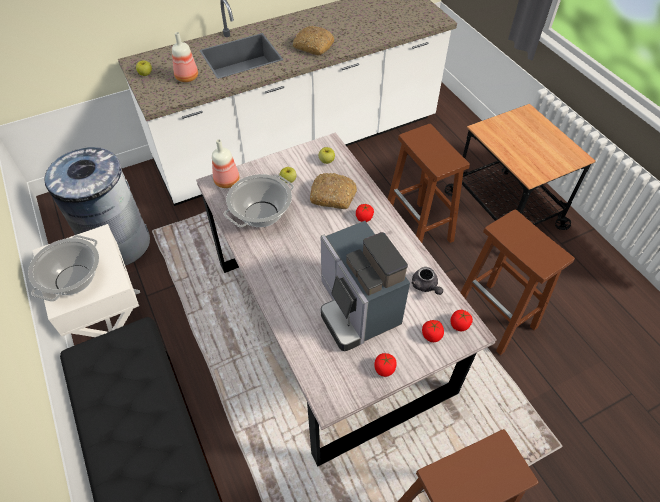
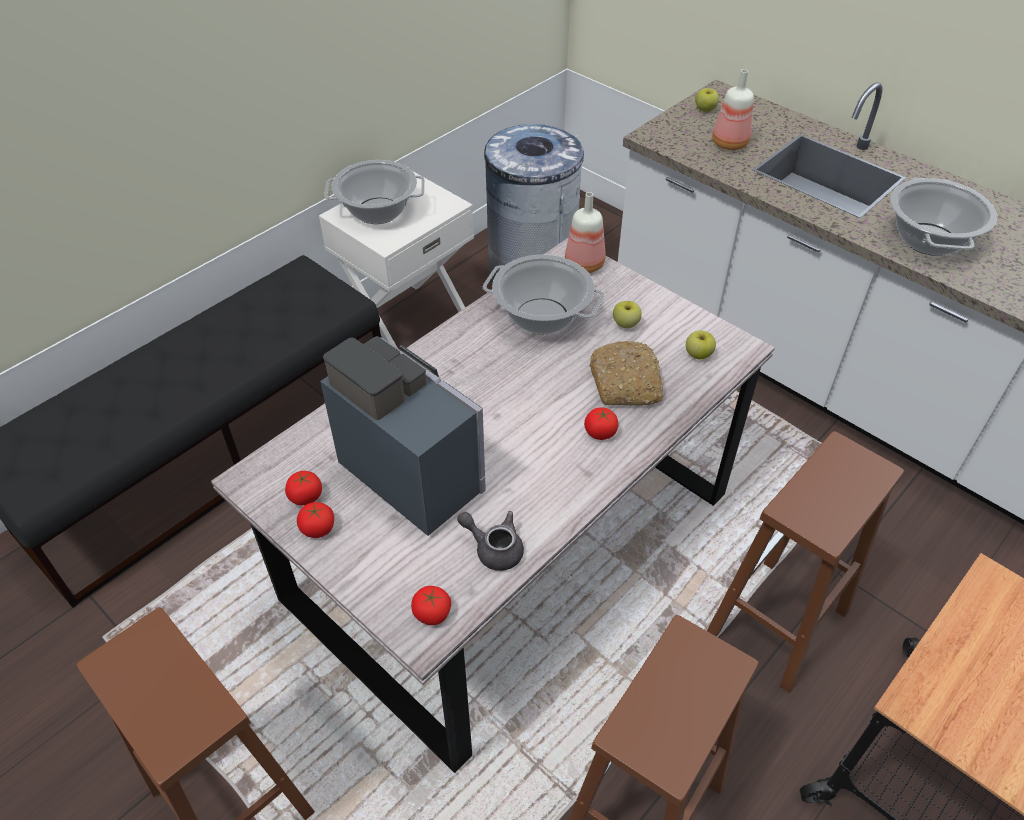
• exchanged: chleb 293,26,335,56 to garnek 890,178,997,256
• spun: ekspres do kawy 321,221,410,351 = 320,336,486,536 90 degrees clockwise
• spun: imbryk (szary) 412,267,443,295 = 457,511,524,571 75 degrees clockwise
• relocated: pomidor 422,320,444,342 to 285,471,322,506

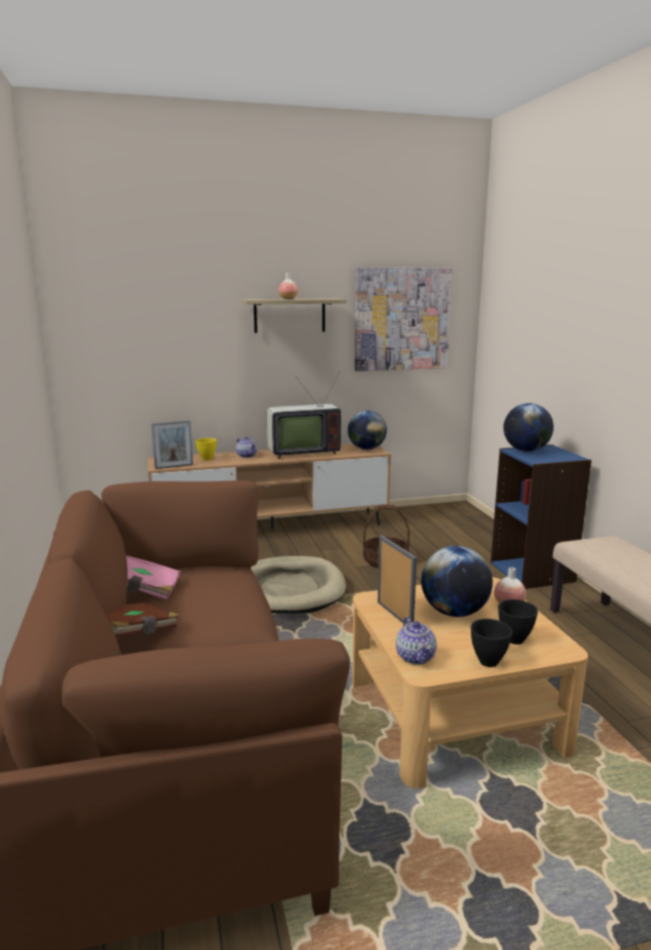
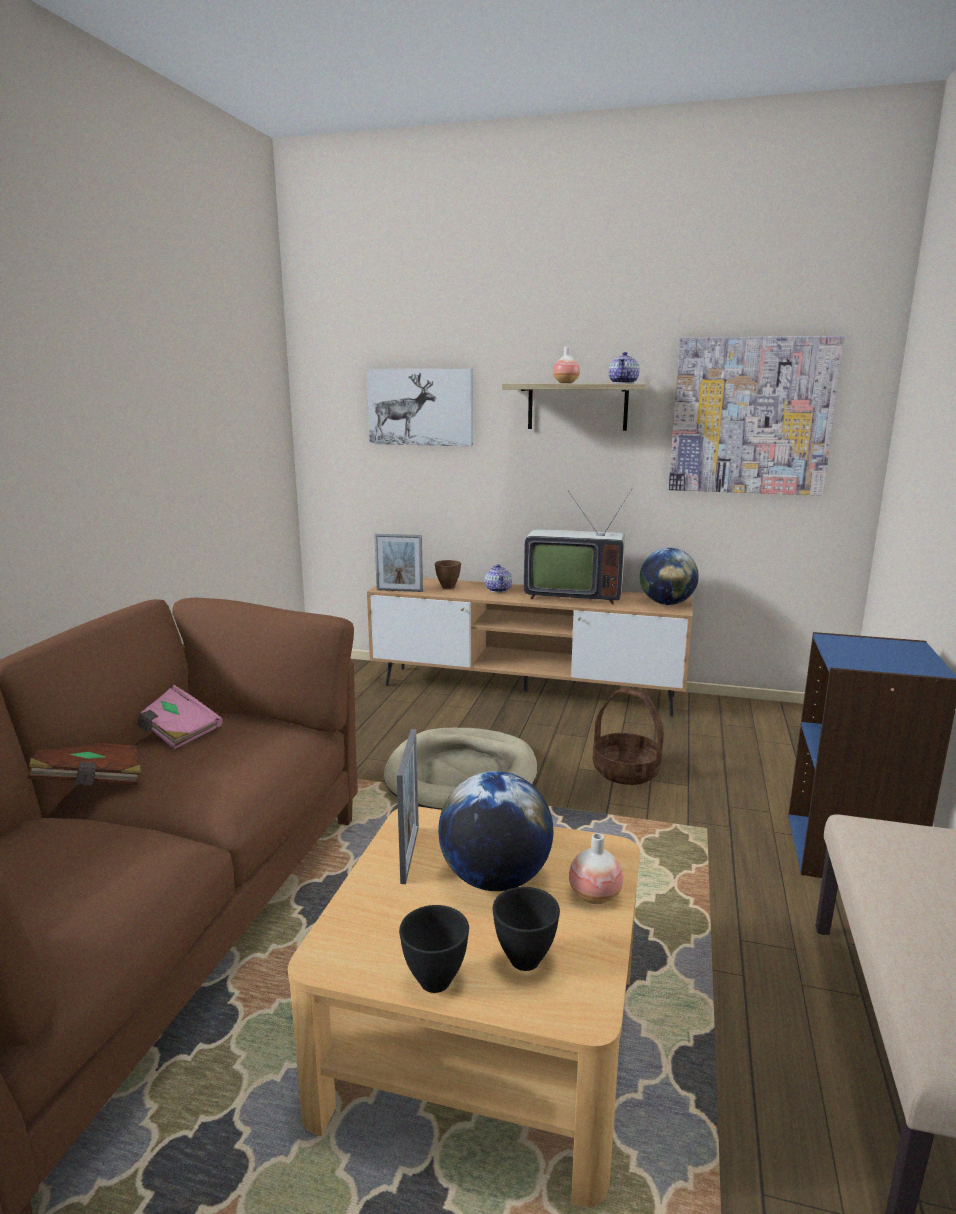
• colour: miska (żółty) 196,438,217,461 to miska (brązowy) 435,560,461,589
• relocated: imbryk 396,617,437,665 to 609,352,640,383
• missing: globus 503,403,554,451
• appeared: obraz 367,369,473,446

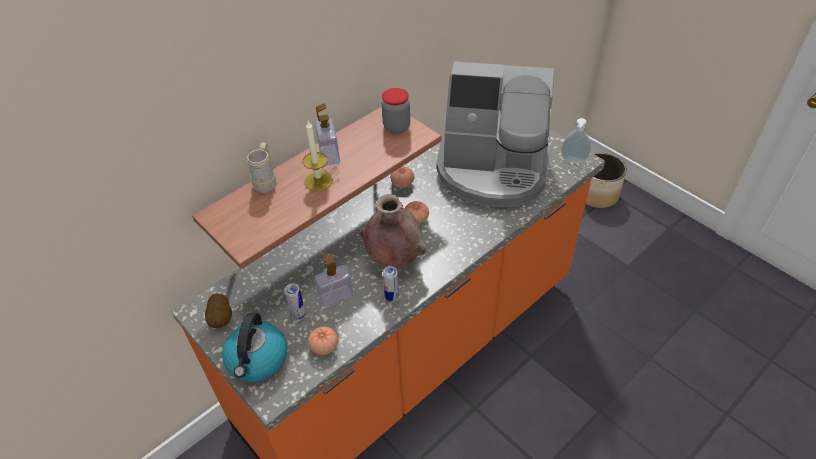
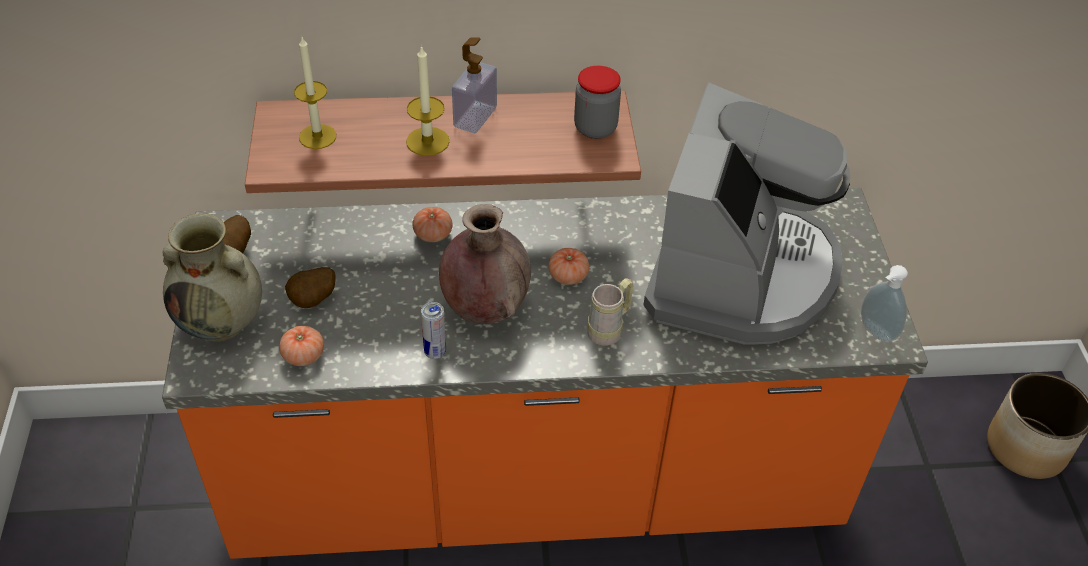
• exchanged: czajnik 222,312,287,382 to wazon (beżowy) 162,213,262,342
• relocated: kubek (beżowy) 247,142,277,193 to 587,278,634,346
• exchanged: puszka 285,283,306,320 to ziemniak 285,267,336,308
• missing: dozownik mydła 314,254,353,308
• relocated: pomidor 390,166,414,188 to 412,207,453,242
• spun: ekspres do kawy 436,61,554,207 = 643,83,850,345 120 degrees counterclockwise
• appeared: świeca 294,37,336,149

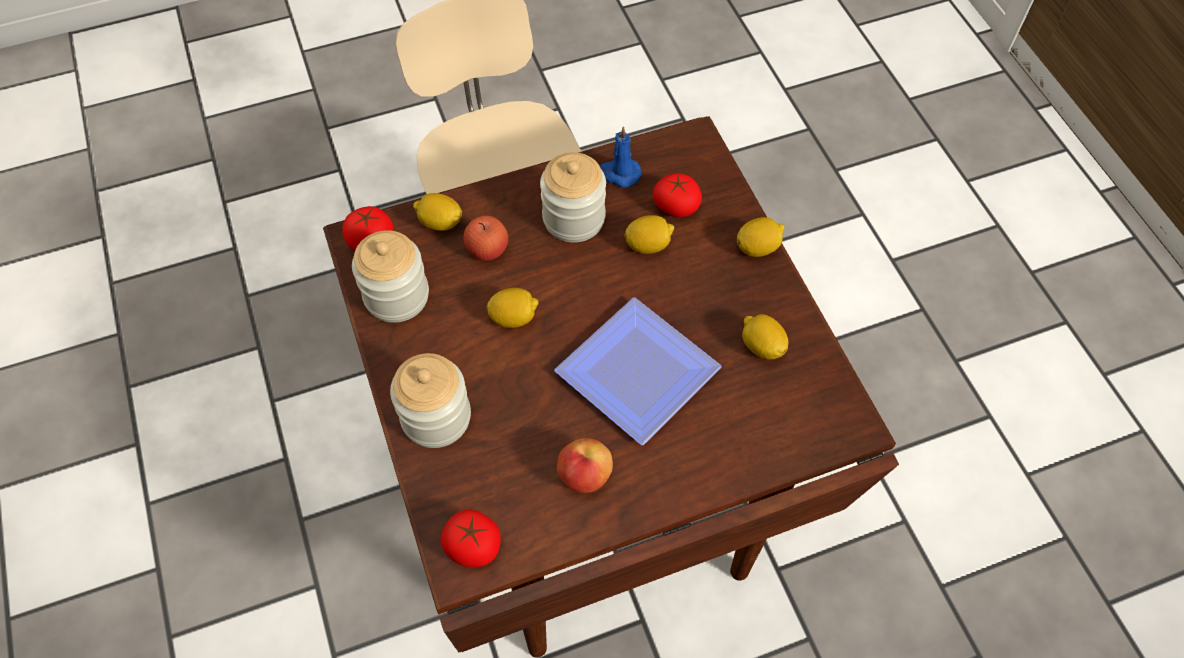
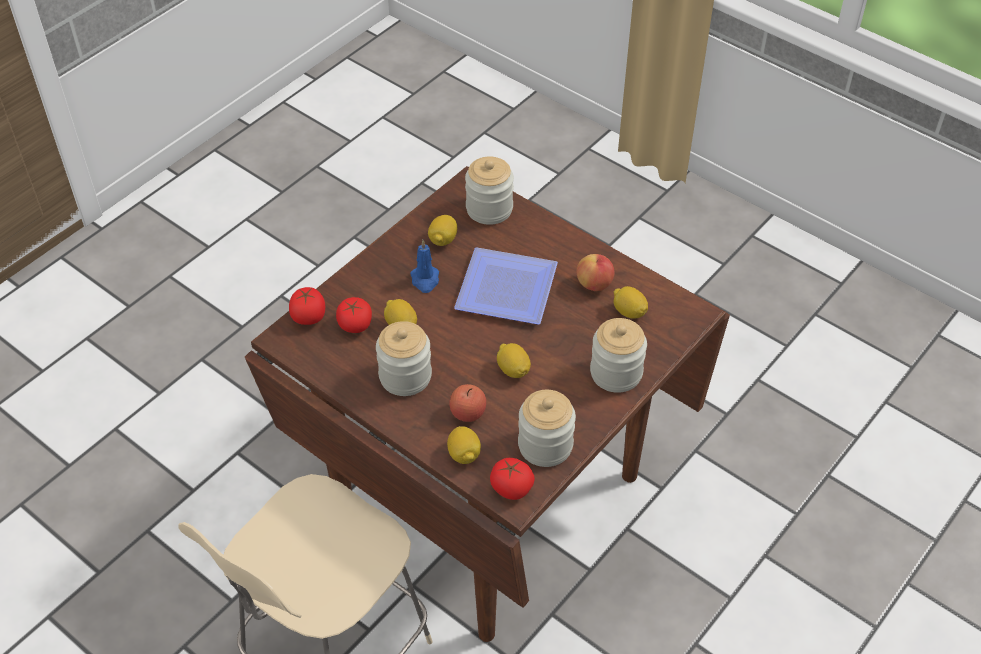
• relocated: pomidor 440,509,501,567 to 289,287,325,325
• relocated: świeca (niebieski) 600,126,642,188 to 410,240,439,293
• relocated: cytryna 737,217,785,257 to 614,286,648,319
• appeared: słoik 465,156,514,225

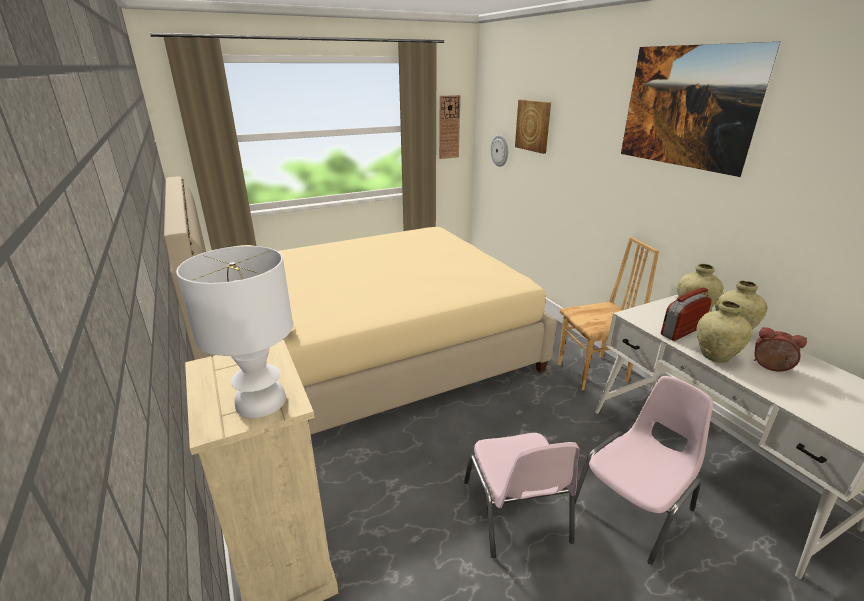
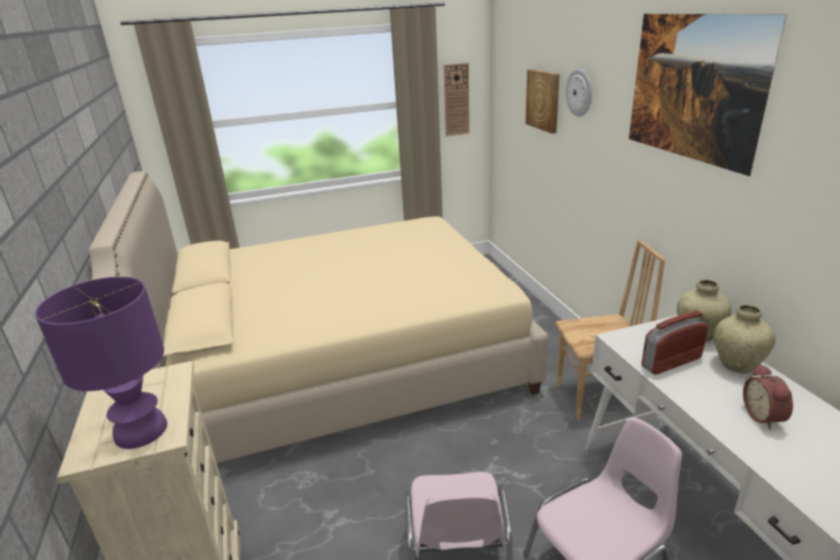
• colour: lampa stołowa (biały) 176,246,293,418 to lampa stołowa (fioletowy) 35,277,167,449
• relocated: zegar ścienny 491,135,508,167 to 566,69,592,117
• missing: wazon (beżowy) 697,301,753,363
• spun: budzik 754,327,807,372 = 743,364,793,429 135 degrees counterclockwise

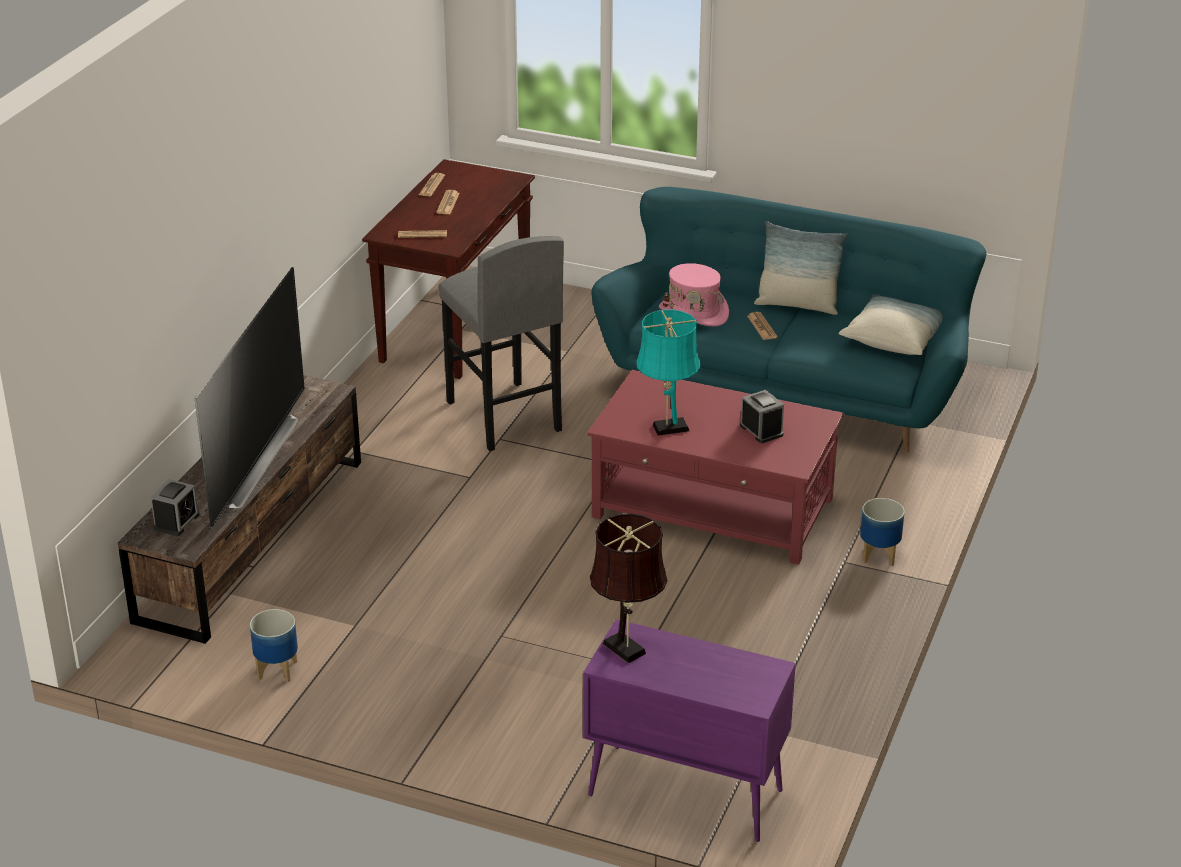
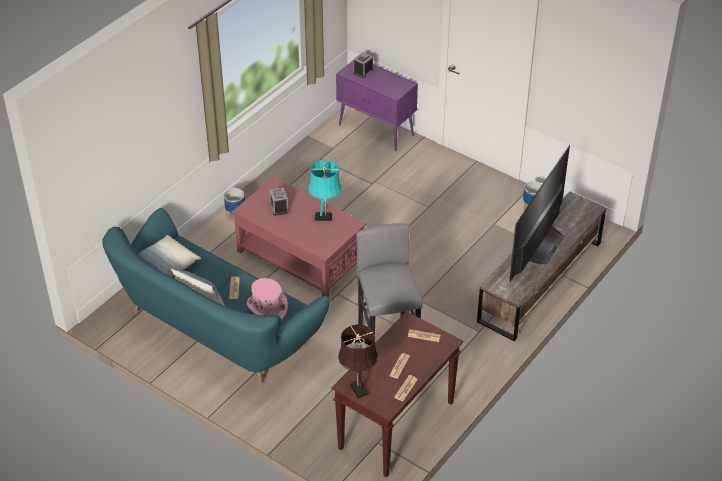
• relocated: budzik 151,479,200,536 to 353,52,374,78
• relocated: lampa stołowa (brązowy) 590,513,667,663 to 338,324,378,398

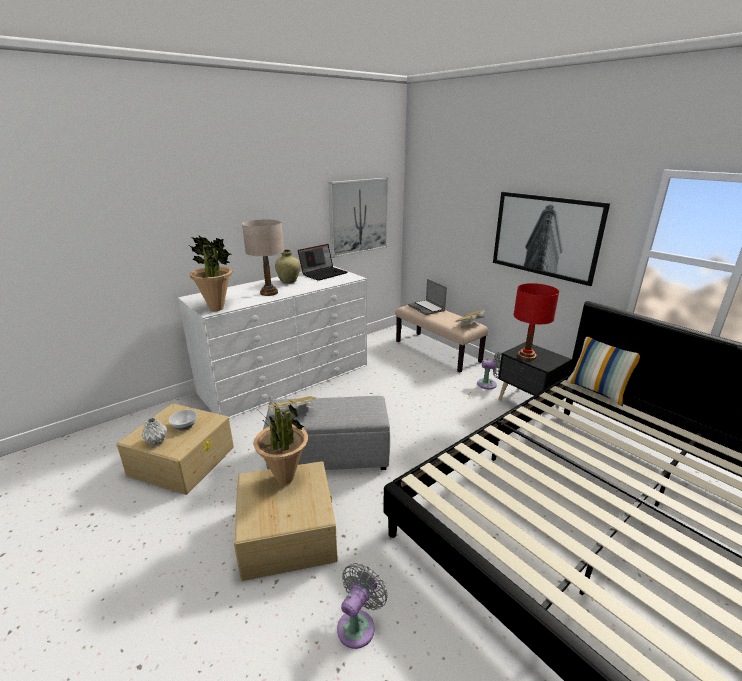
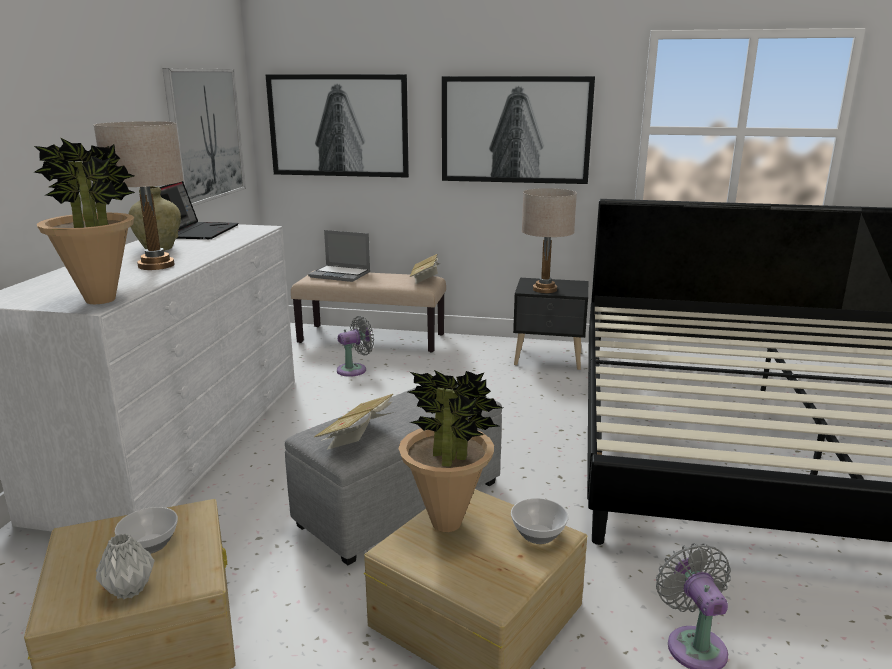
• relocated: wentylator (szary) 477,352,501,389 to 337,316,374,377
• colour: lampa stołowa (czerwony) 513,283,559,361 to lampa stołowa (beżowy) 522,188,577,293
• missing: poduszka 566,337,640,406
• appeared: obraz 265,74,409,178
• appeared: miska 511,498,569,544

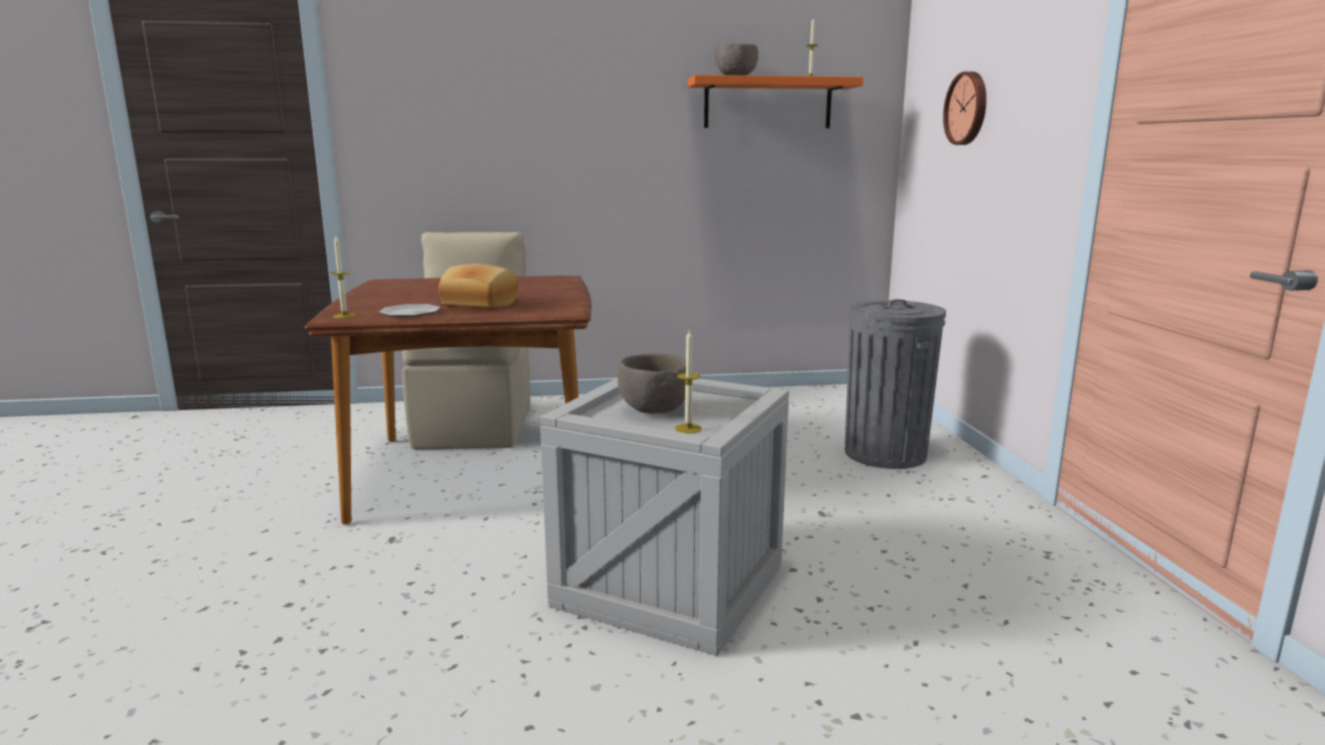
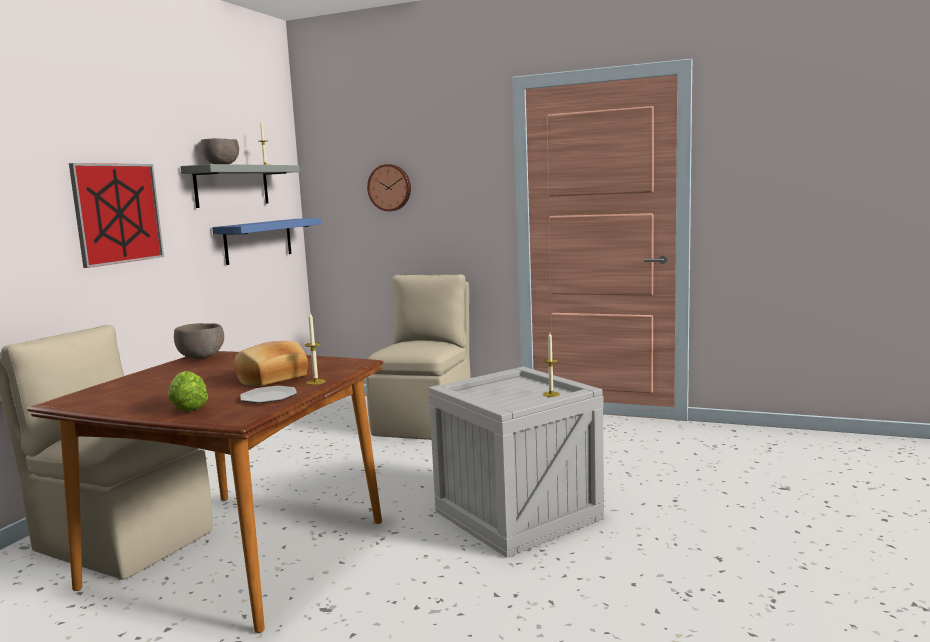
• relocated: świeca 330,236,356,318 to 305,313,326,385
• relocated: miska (brązowy) 618,354,686,413 to 174,323,224,359
• colour: półka (pomarańczowy) 687,75,863,128 to półka (szary) 180,164,300,208
• exchanged: kosz na śmieci (szary) 845,299,946,469 to krzesło (beżowy) 366,274,471,440
• appeared: obraz 69,163,164,268
• appeared: sałata 168,371,208,412
• appeared: półka (niebieski) 212,218,321,265

